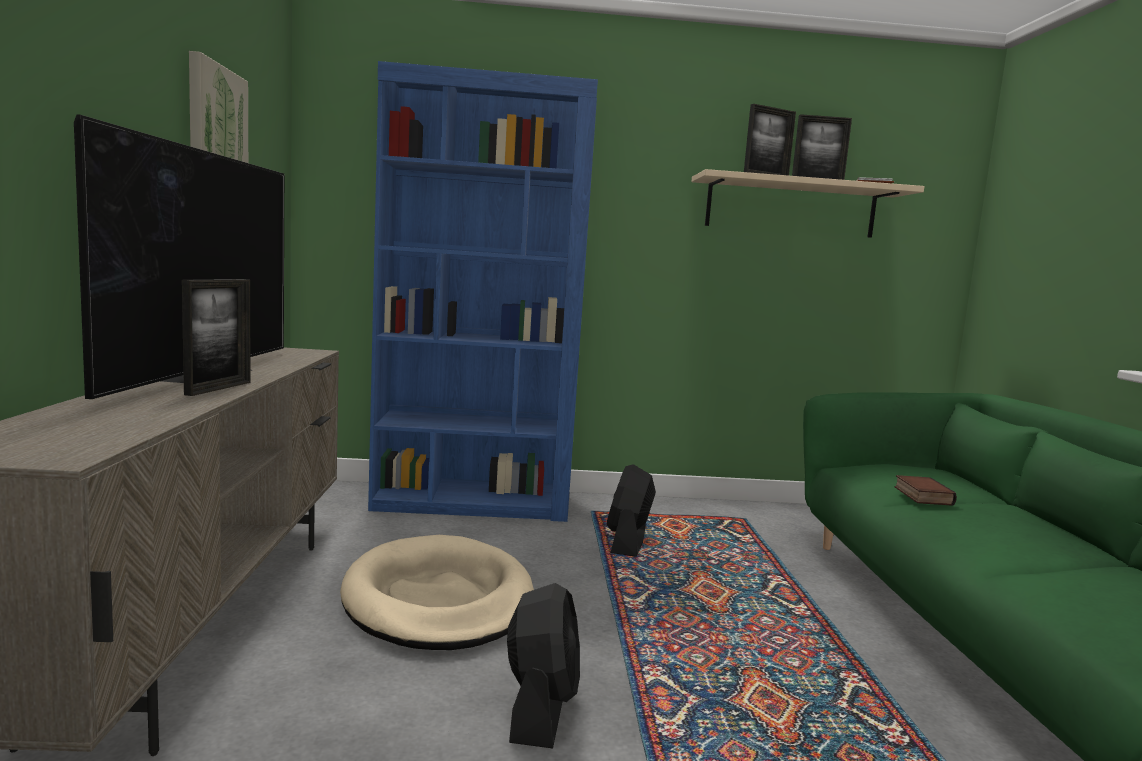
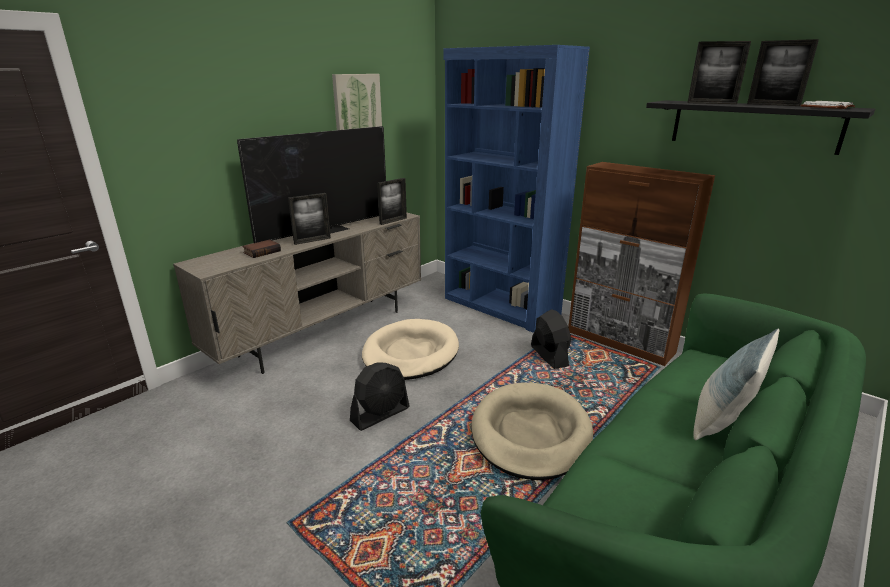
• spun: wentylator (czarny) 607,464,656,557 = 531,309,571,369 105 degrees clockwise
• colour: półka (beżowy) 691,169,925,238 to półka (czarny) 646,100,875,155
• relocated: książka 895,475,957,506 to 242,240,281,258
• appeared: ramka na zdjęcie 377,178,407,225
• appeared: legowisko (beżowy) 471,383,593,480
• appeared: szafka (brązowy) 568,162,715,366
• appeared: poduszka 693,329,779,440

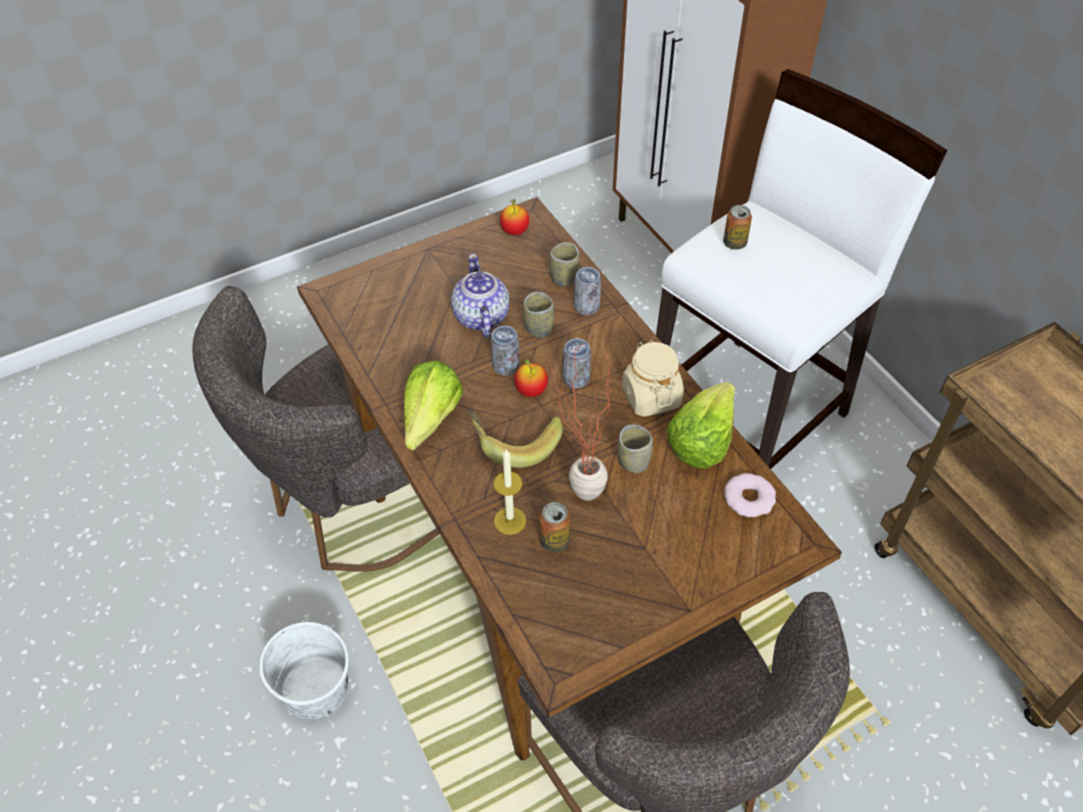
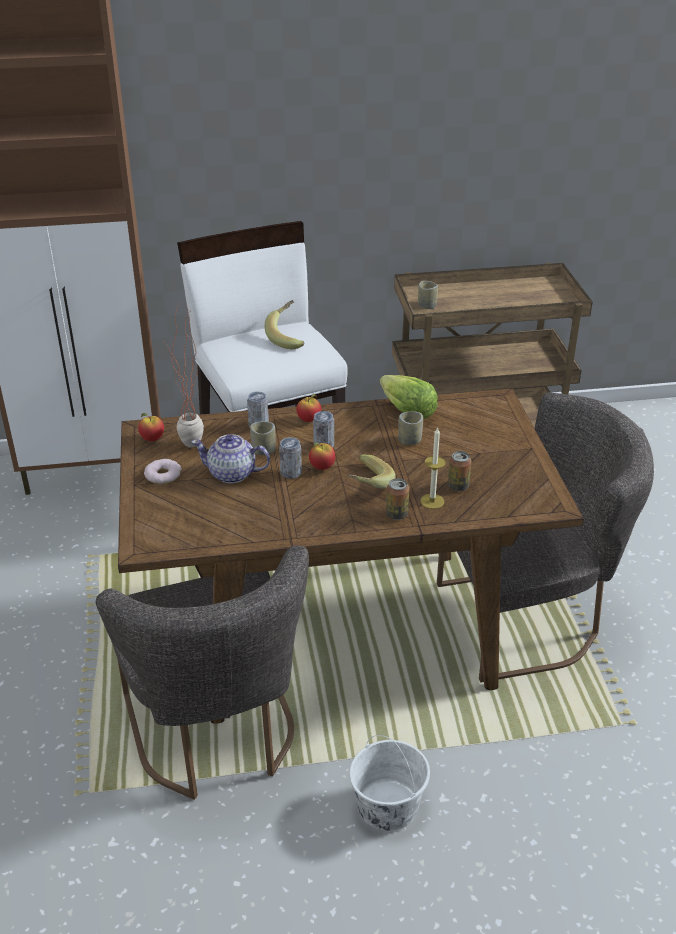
• missing: sałata 404,360,463,450
• relocated: filiżanka 549,242,580,286 to 418,281,438,309
• relocated: roślina doniczkowa 551,343,614,501 to 164,302,204,448
• missing: słoik (beżowy) 622,340,684,417
• relocated: puszka 723,205,752,250 to 386,478,409,520
• relocated: donut 724,473,776,517 to 144,459,182,484
• appeared: banan 265,300,304,349
• appeared: jabłko 296,394,321,422

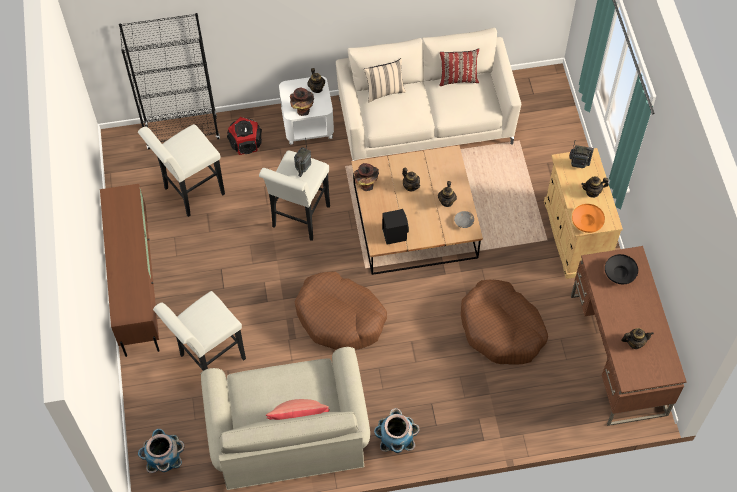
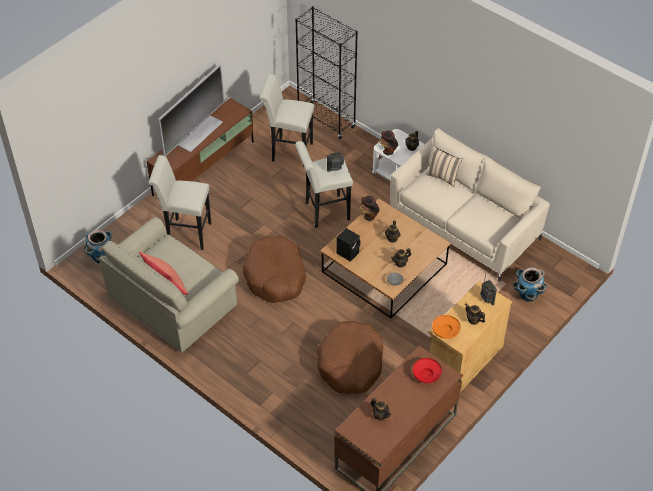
• missing: głośnik 227,117,262,155
• relocated: donica 374,408,420,453 to 513,267,547,302
• missing: poduszka (czerwony) 439,48,479,86
• colour: miska (czarny) 605,254,638,284 to miska (czerwony) 413,358,442,383
• appeared: telewizor 158,64,224,156

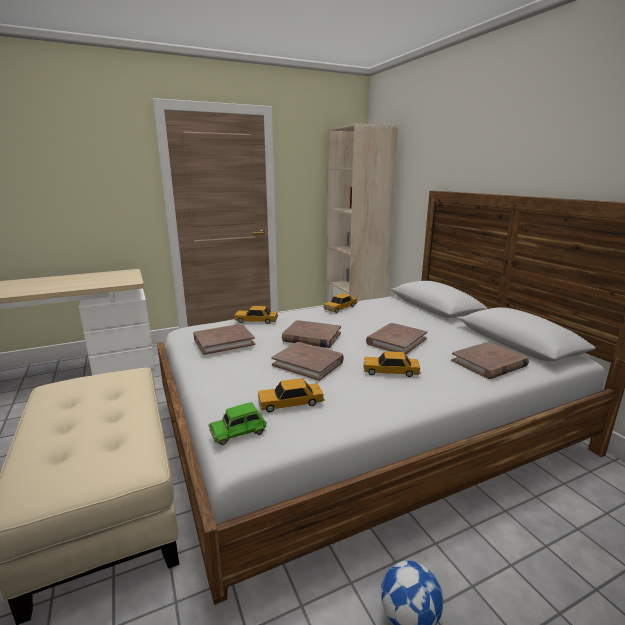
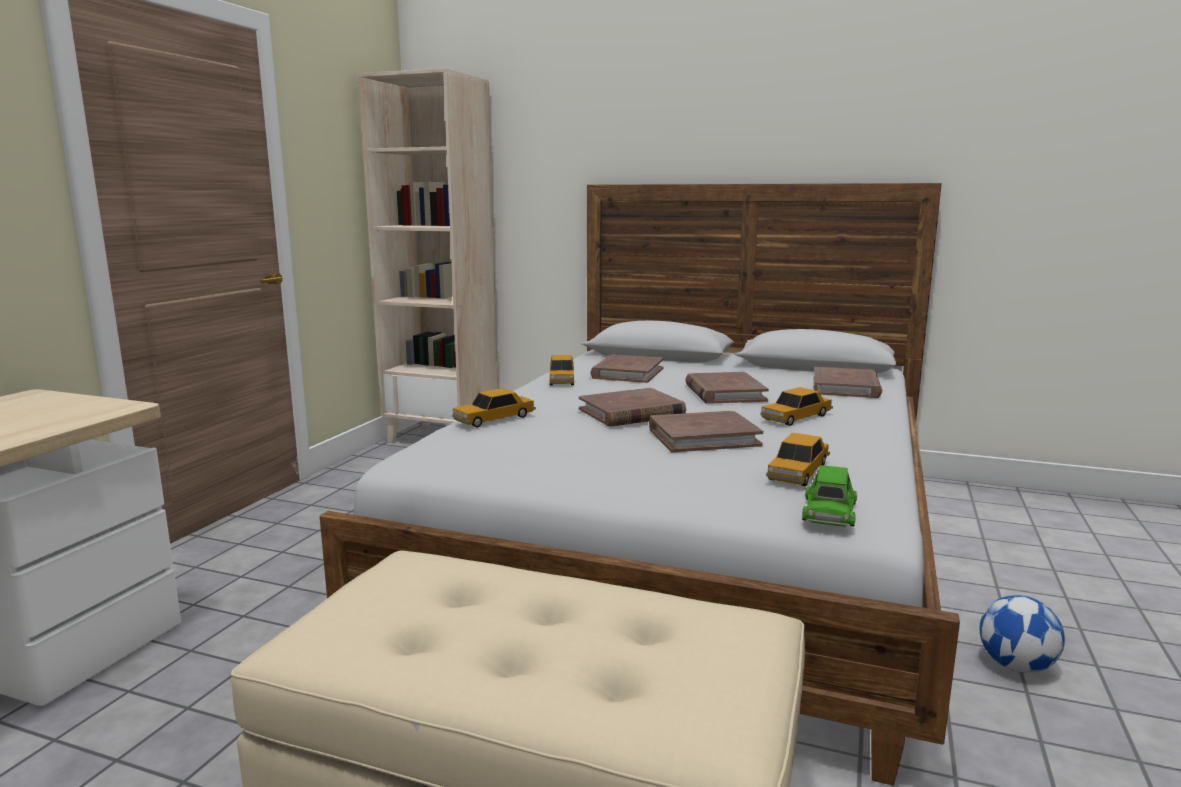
• relocated: książka (brązowy) 194,324,255,355 to 590,354,664,383

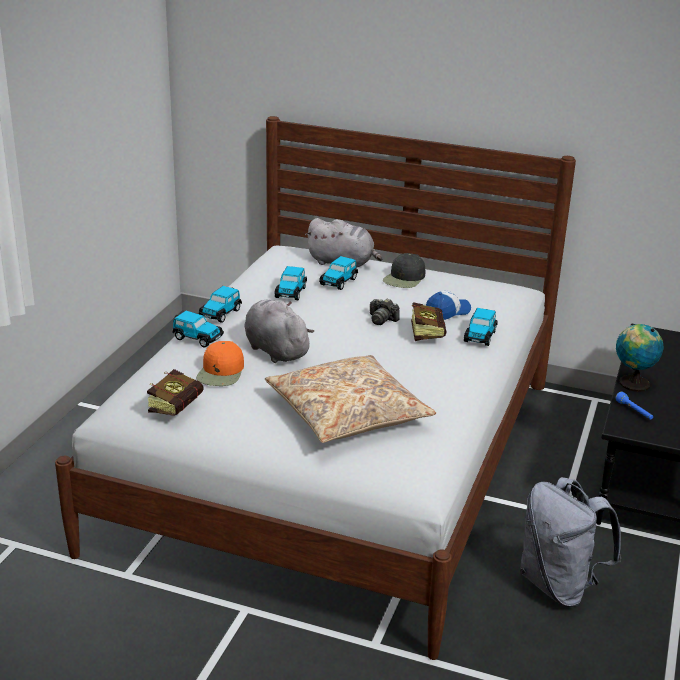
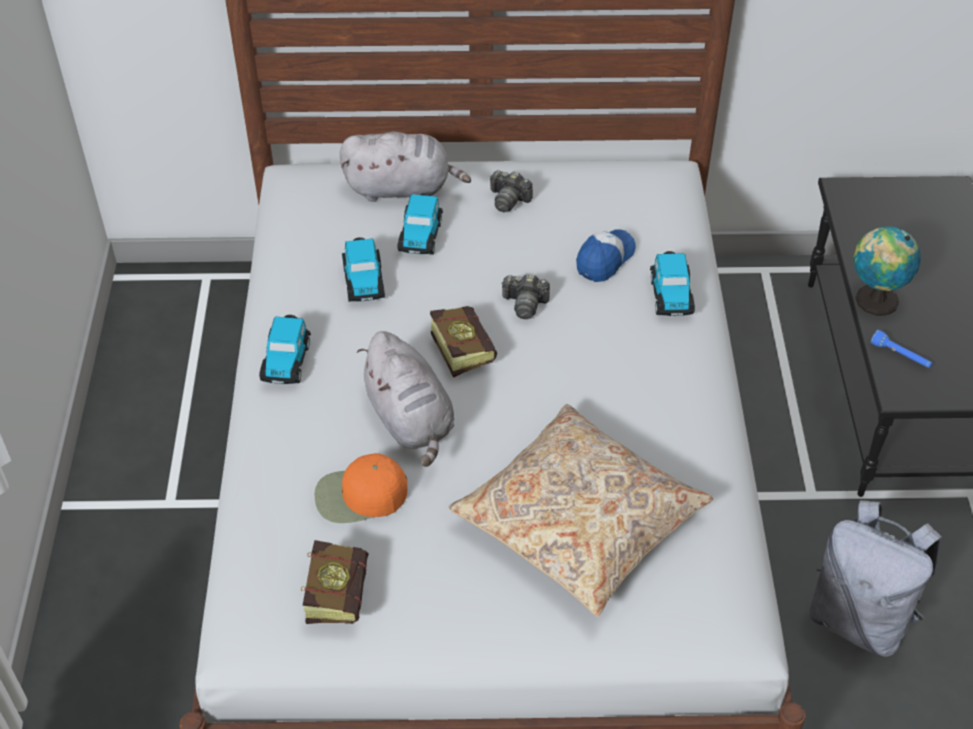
• missing: samochodzik 172,311,224,347
• spun: czapka z daszkiem (pomarańczowy) 196,341,244,386 = 315,453,408,523 90 degrees clockwise
• spun: pluszak (szary) 244,300,314,363 = 357,331,454,467 150 degrees counterclockwise
• exchanged: czapka z daszkiem (czarny) 383,253,425,288 to aparat fotograficzny 490,170,533,212
• relocated: książka 411,302,447,341 to 430,306,497,378

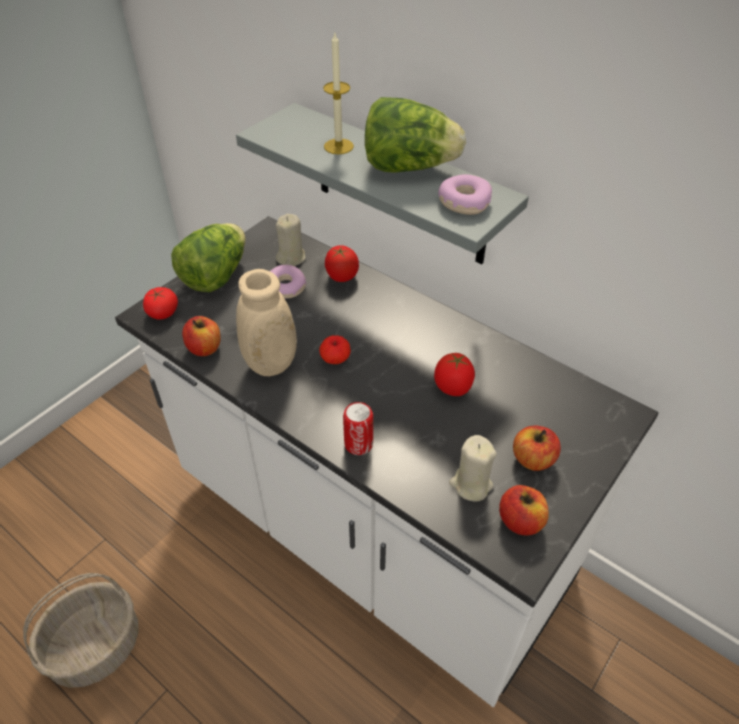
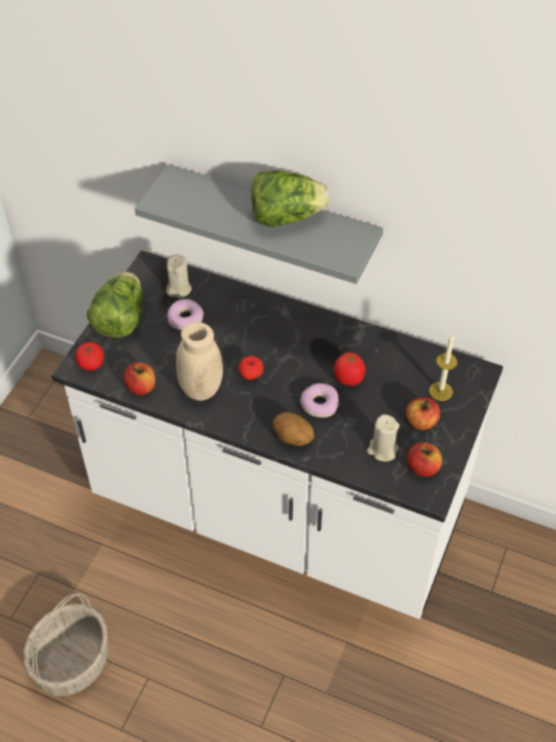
• relocated: świeca 323,33,354,154 to 429,334,458,401
• missing: pomidor 325,245,359,282
• exchanged: puszka 343,402,373,455 to ziemniak 273,412,314,446
• relocated: donut 438,174,492,215 to 300,383,339,418

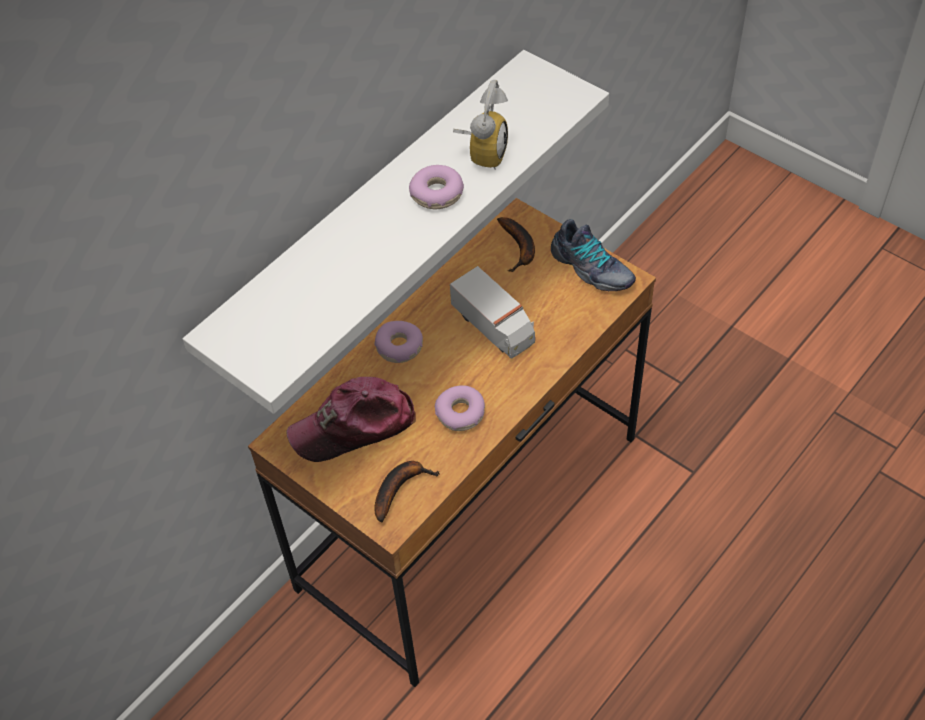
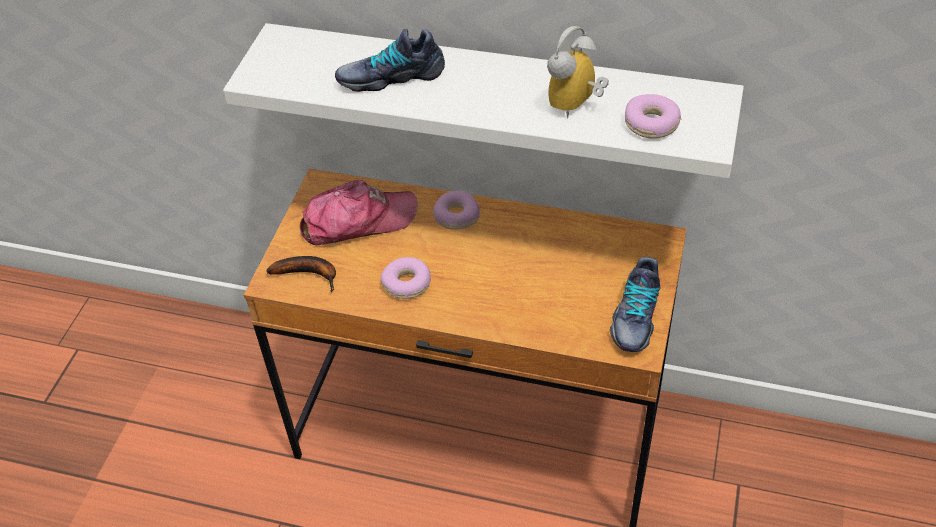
• spun: czapka z daszkiem 286,377,416,462 = 300,180,417,245 120 degrees clockwise
• relocated: donut 409,165,464,209 to 625,94,681,139
• missing: ciężarówka zabawkowa 450,266,535,359
• spun: budzik 453,80,508,169 = 547,26,609,119 135 degrees clockwise
• missing: banan 497,217,535,272
• appeared: but 335,29,445,92

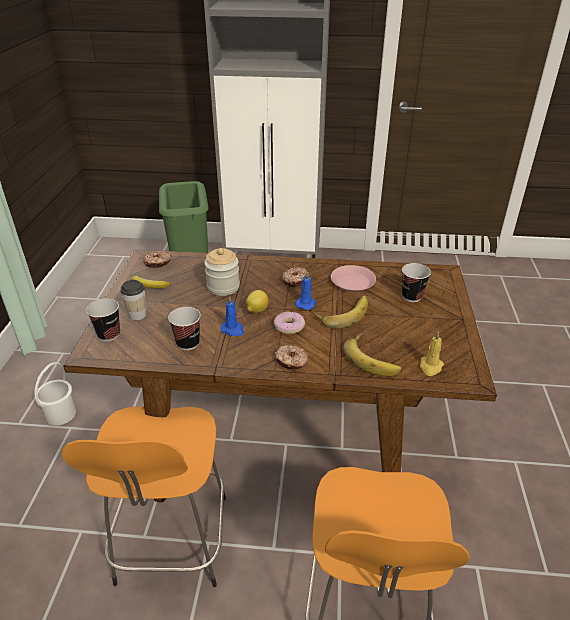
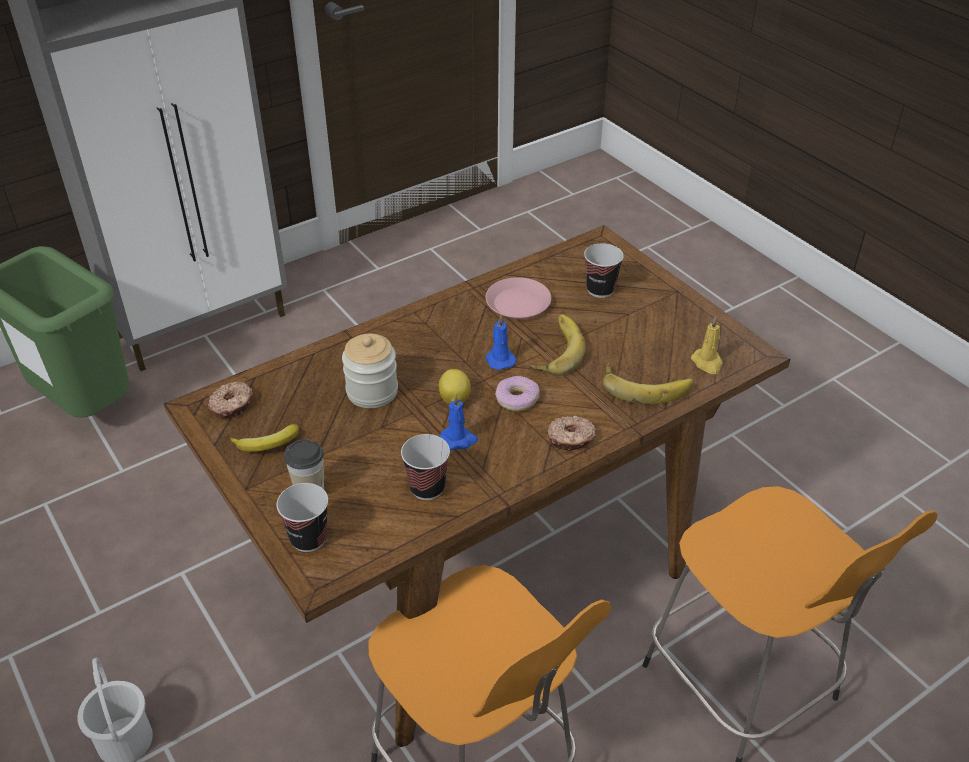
• missing: donut 282,267,309,287

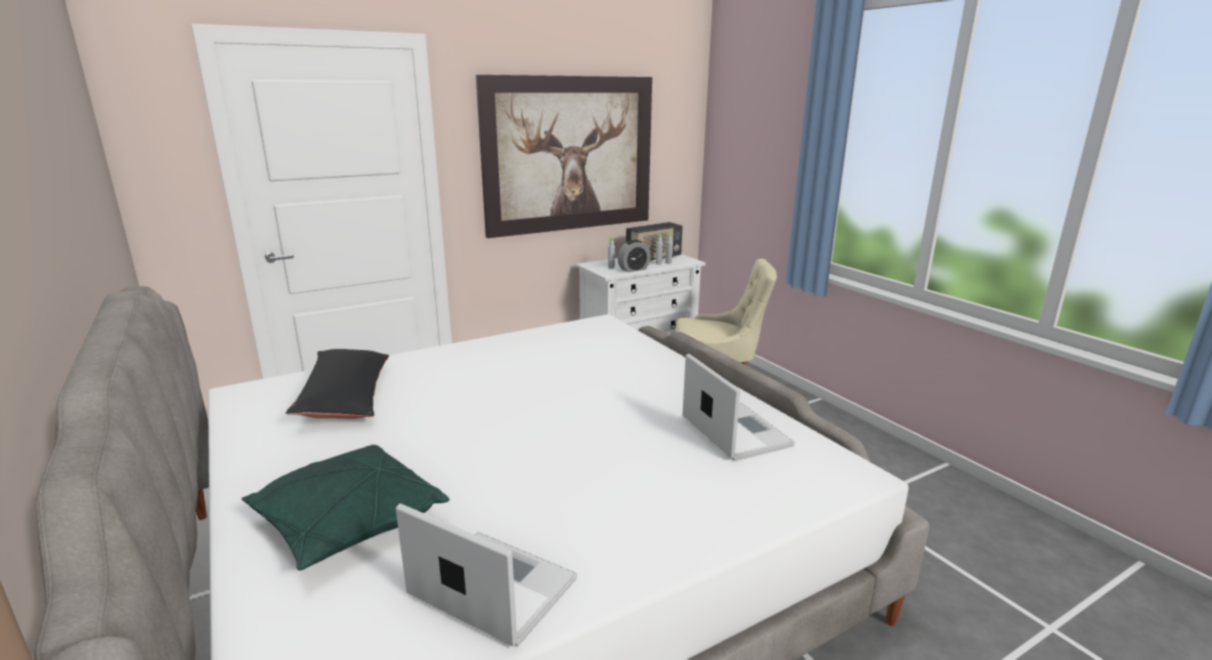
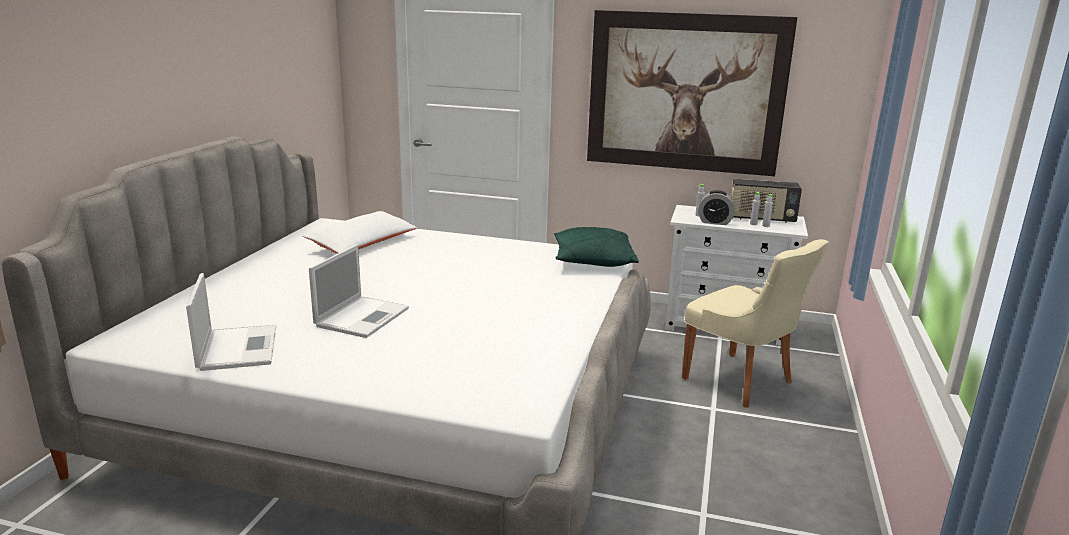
• relocated: poduszka (zielony) 241,445,449,571 to 554,227,639,267
• colour: poduszka (czarny) 286,349,389,419 to poduszka (biały) 302,211,417,254
• relocated: laptop 683,354,795,461 to 309,245,409,338

